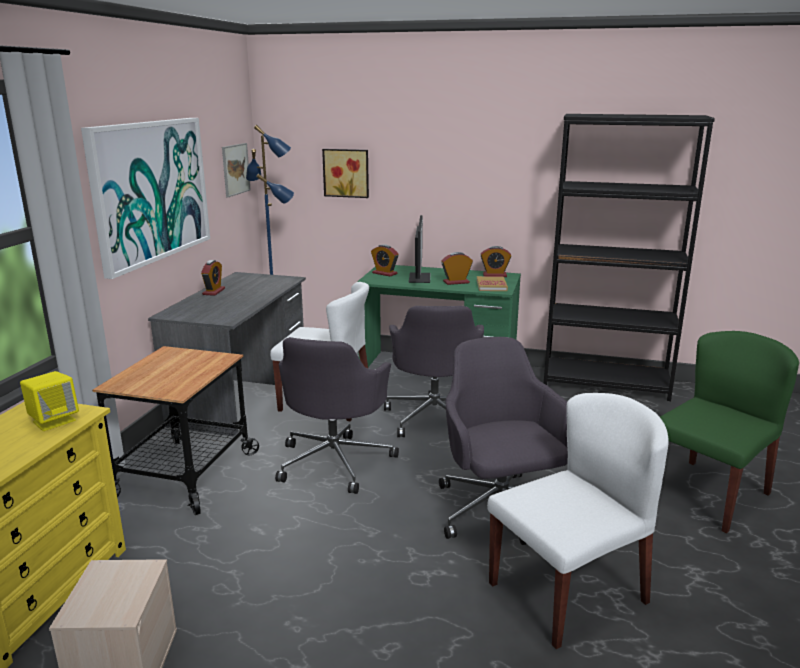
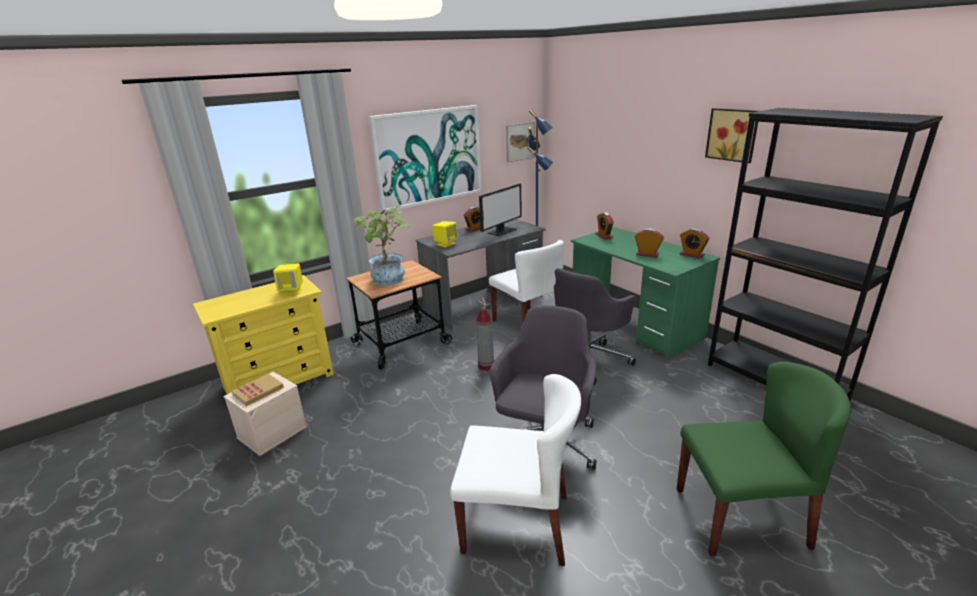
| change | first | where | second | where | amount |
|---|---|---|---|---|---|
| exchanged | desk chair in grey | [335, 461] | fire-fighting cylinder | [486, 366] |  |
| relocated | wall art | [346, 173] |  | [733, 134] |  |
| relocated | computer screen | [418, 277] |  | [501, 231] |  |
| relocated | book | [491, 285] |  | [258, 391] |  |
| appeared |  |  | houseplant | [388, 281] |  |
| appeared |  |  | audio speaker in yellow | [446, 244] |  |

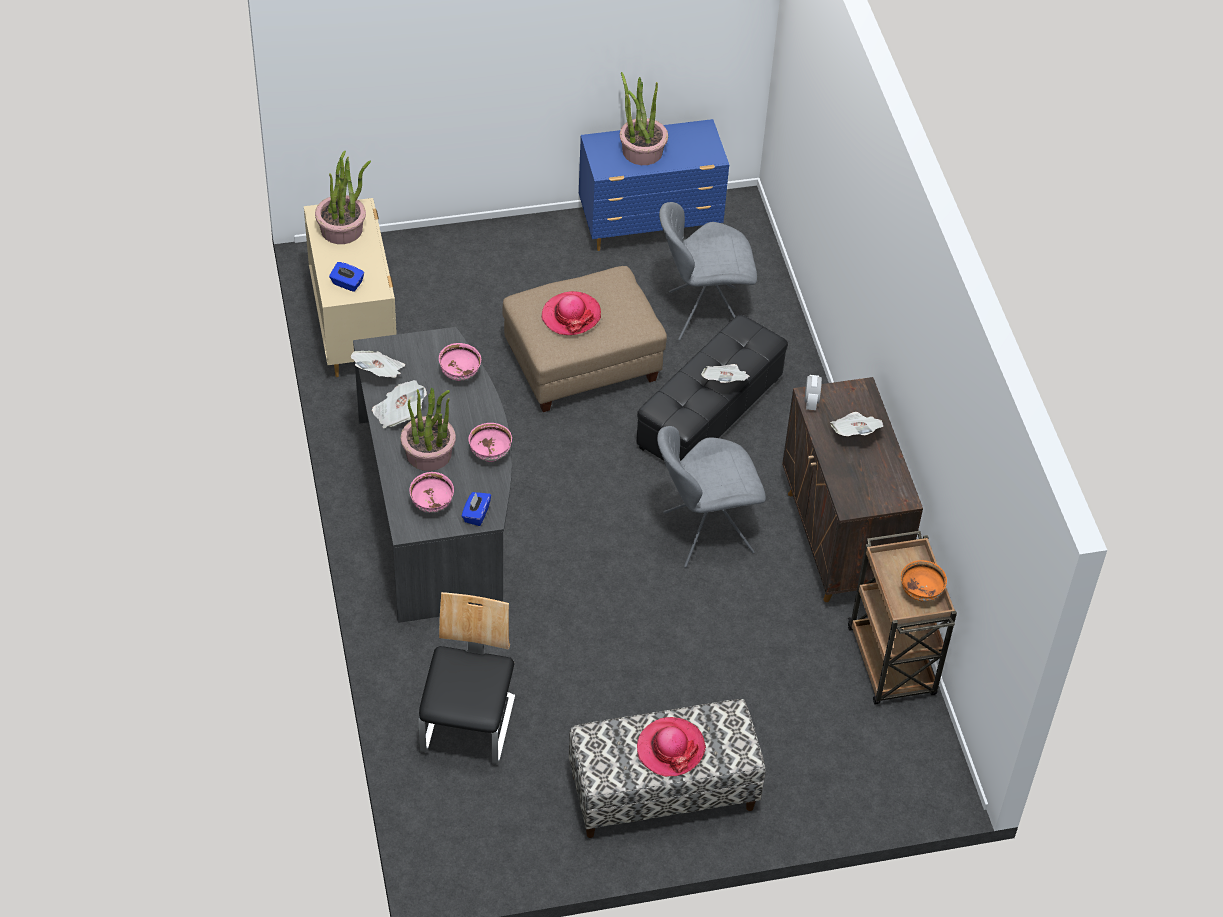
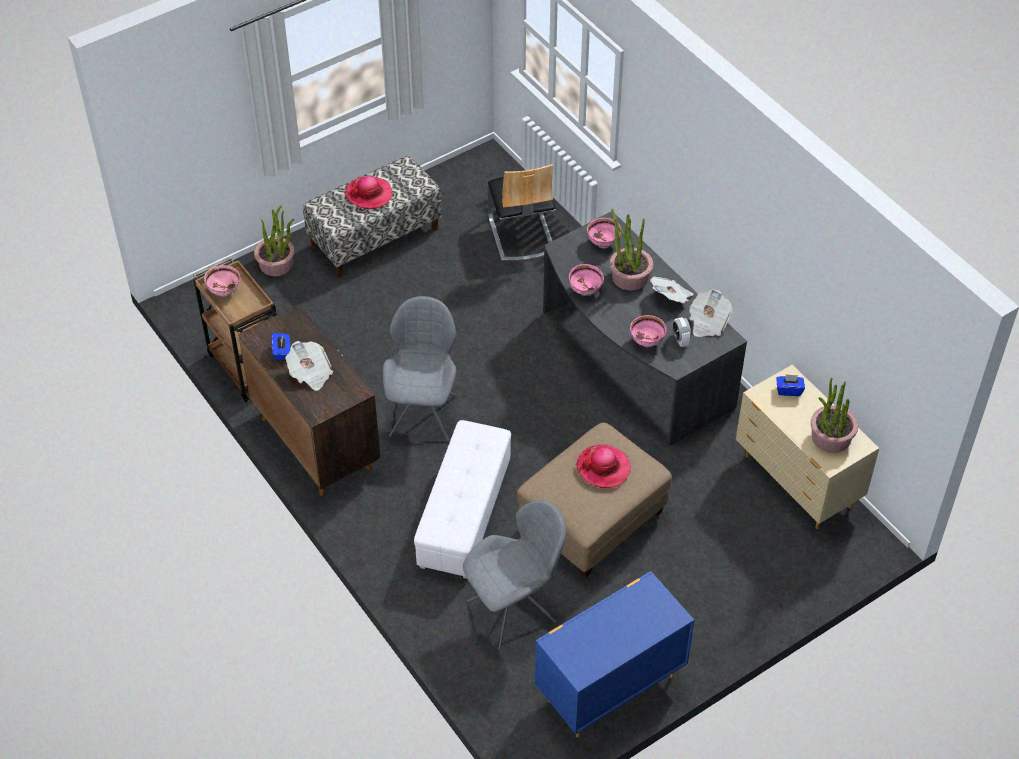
| change | first | where | second | where | amount |
|---|---|---|---|---|---|
| relocated | tissue box in blue-coloured | [476, 514] |  | [282, 352] |  |
| relocated | houseplant | [642, 151] |  | [276, 264] |  |
| colour | footrest in black-coloured | [709, 412] | footrest in whitish | [465, 515] |  |
| spun | chair in grey | [704, 533] |  | [424, 413] | 45 degrees counterclockwise |
| missing | newspaper | [724, 382] |  |  |  |
| relocated | bedside clock | [811, 402] |  | [680, 340] |  |
| colour | serving bowl in orange | [920, 594] | serving bowl in pinkish | [224, 291] |  |

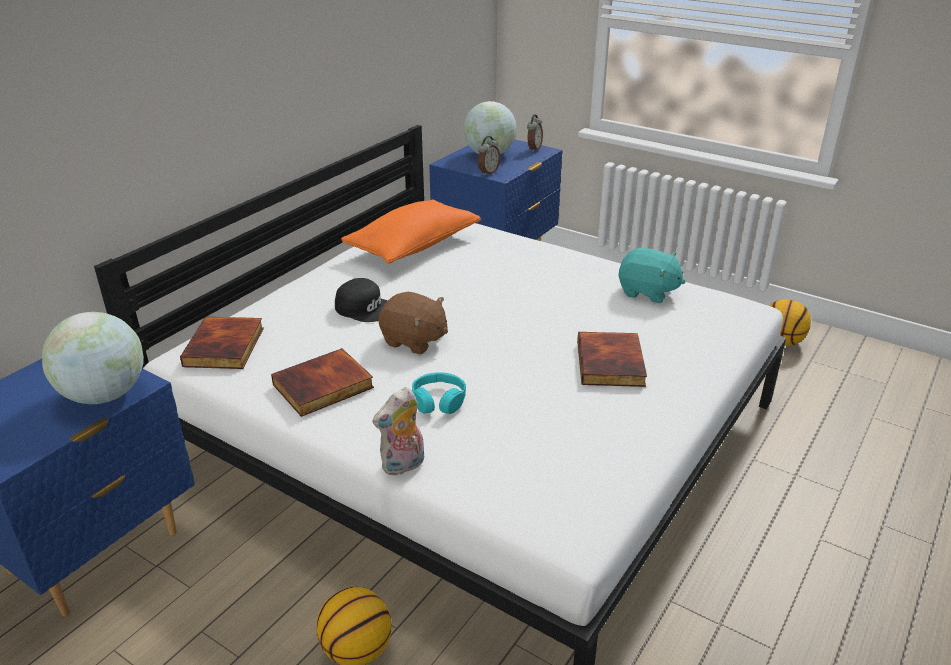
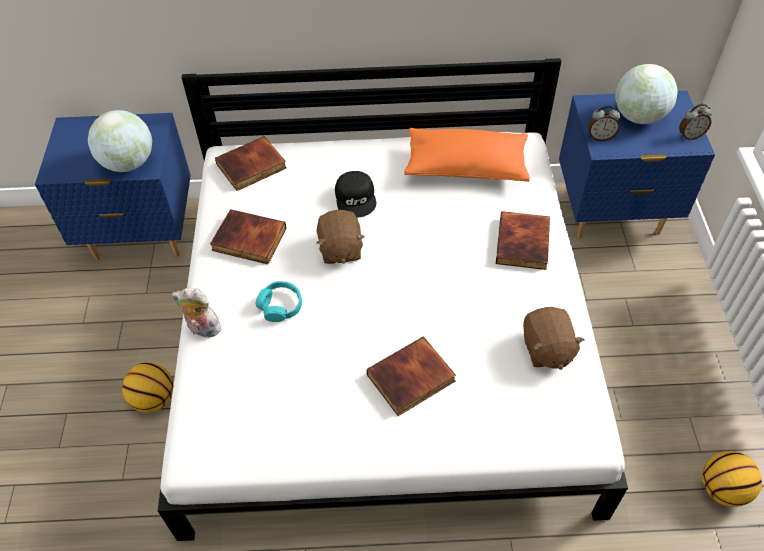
| change | first | where | second | where | amount |
|---|---|---|---|---|---|
| colour | soft toy in turquoise-coloured | [647, 292] | soft toy in brown | [546, 349] |  |
| appeared |  |  | book | [524, 243] |  |

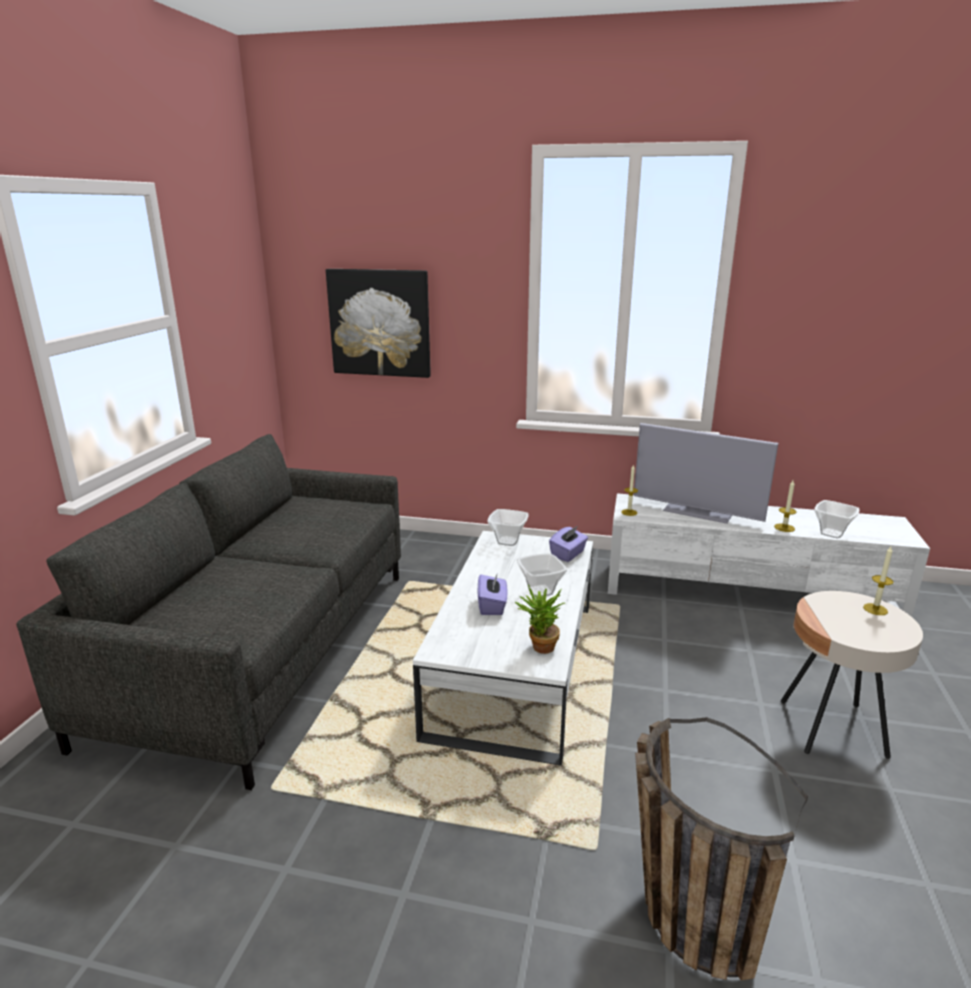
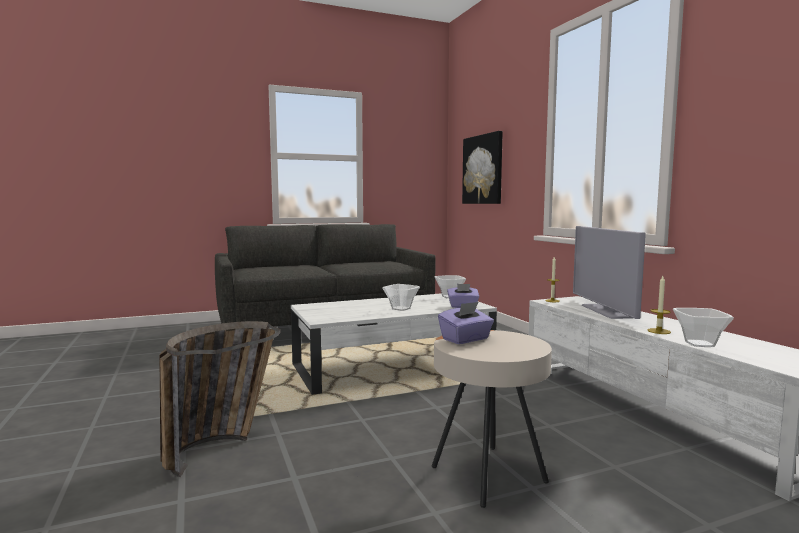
| change | first | where | second | where | amount |
|---|---|---|---|---|---|
| relocated | tissue box in purple | [492, 606] |  | [466, 339] |  |
| missing | houseplant | [539, 648] |  |  |  |
| missing | wax light | [875, 609] |  |  |  |

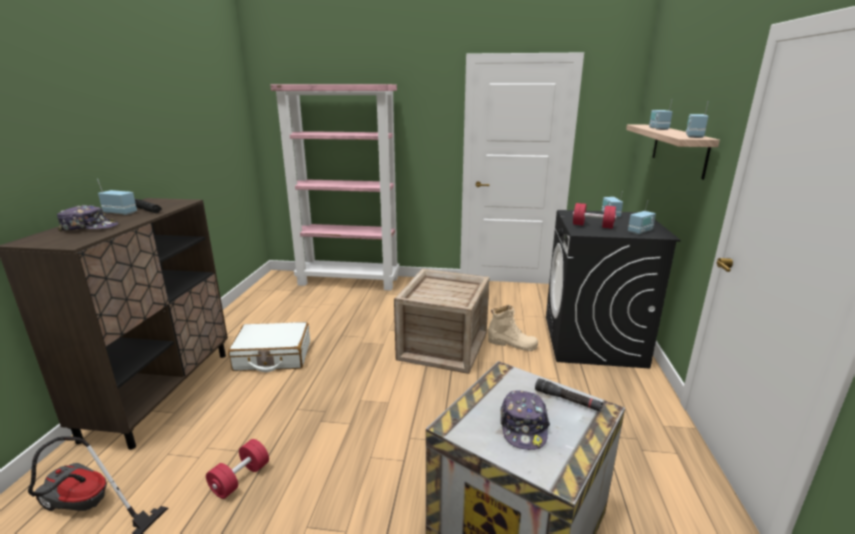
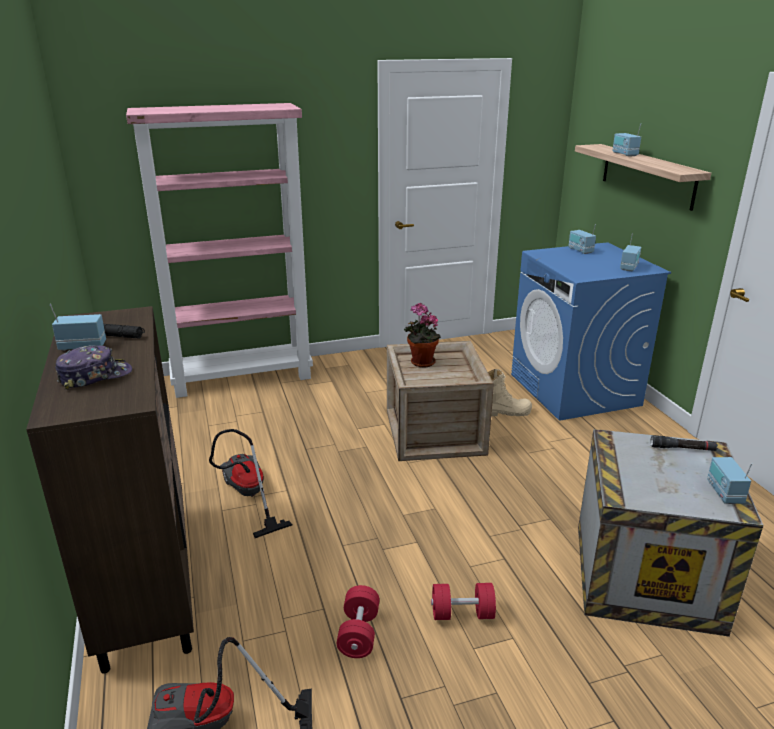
| change | first | where | second | where | amount |
|---|---|---|---|---|---|
| exchanged | piece of luggage in whitish | [273, 356] | vacuum cleaner | [247, 496] |  |
| missing | peaked cap | [523, 427] |  |  |  |
| colour | laundry appliance in black-coloured | [593, 341] | laundry appliance in blue-coloured | [574, 390] |  |
| relocated | free weight in reddish | [592, 226] |  | [462, 613] |  |
| relocated | radio receiver | [693, 136] |  | [724, 493] |  |
| appeared |  |  | houseplant | [420, 363] |  |

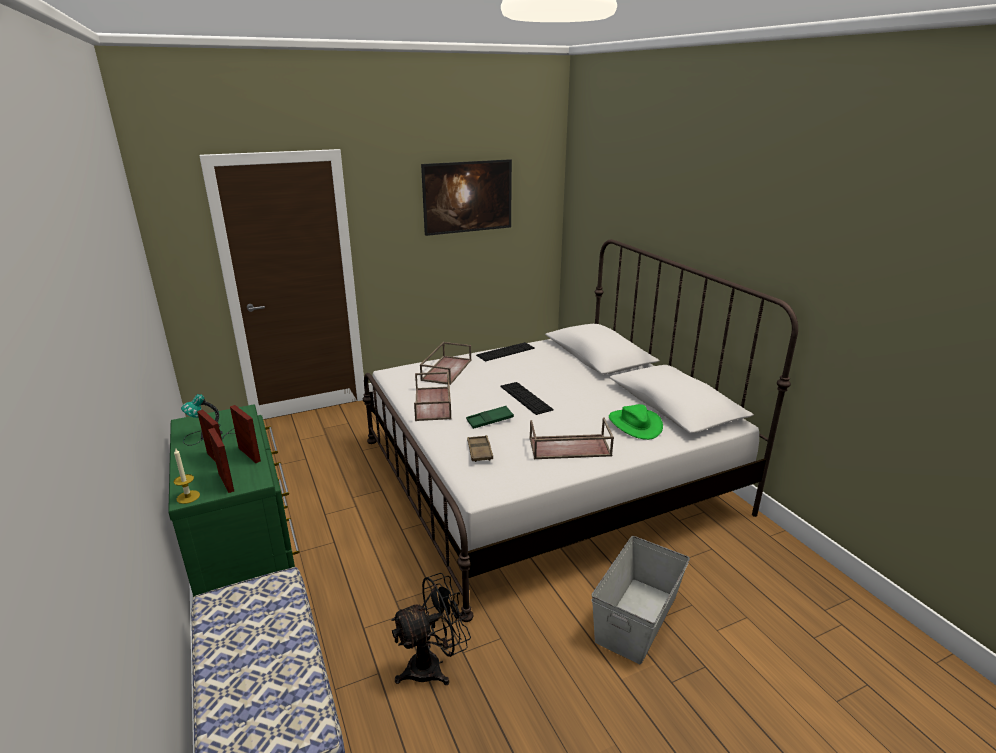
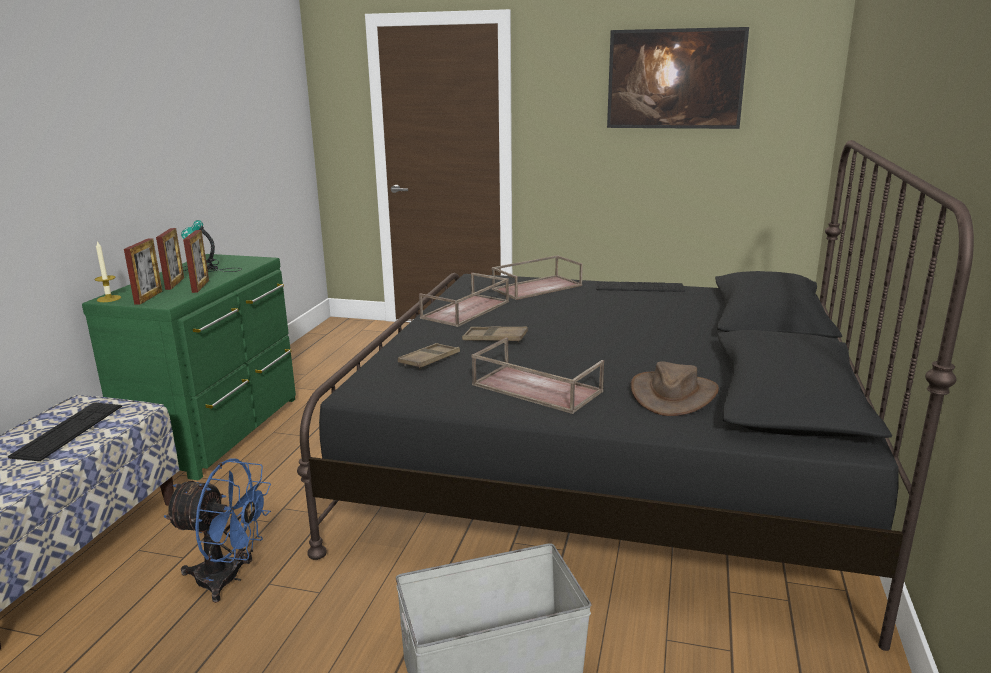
| change | first | where | second | where | amount |
|---|---|---|---|---|---|
| colour | bed in whitish | [546, 475] | bed in black-coloured | [607, 463] |  |
| colour | fan in black-coloured | [433, 666] | fan in blue-coloured | [228, 579] |  |
| colour | serving tray in green-coloured | [490, 420] | serving tray in brown | [495, 339] |  |
| relocated | computer keyboard | [526, 398] |  | [69, 430] |  |
| colour | wearable hat in green-coloured | [634, 424] | wearable hat in brown | [673, 394] |  |

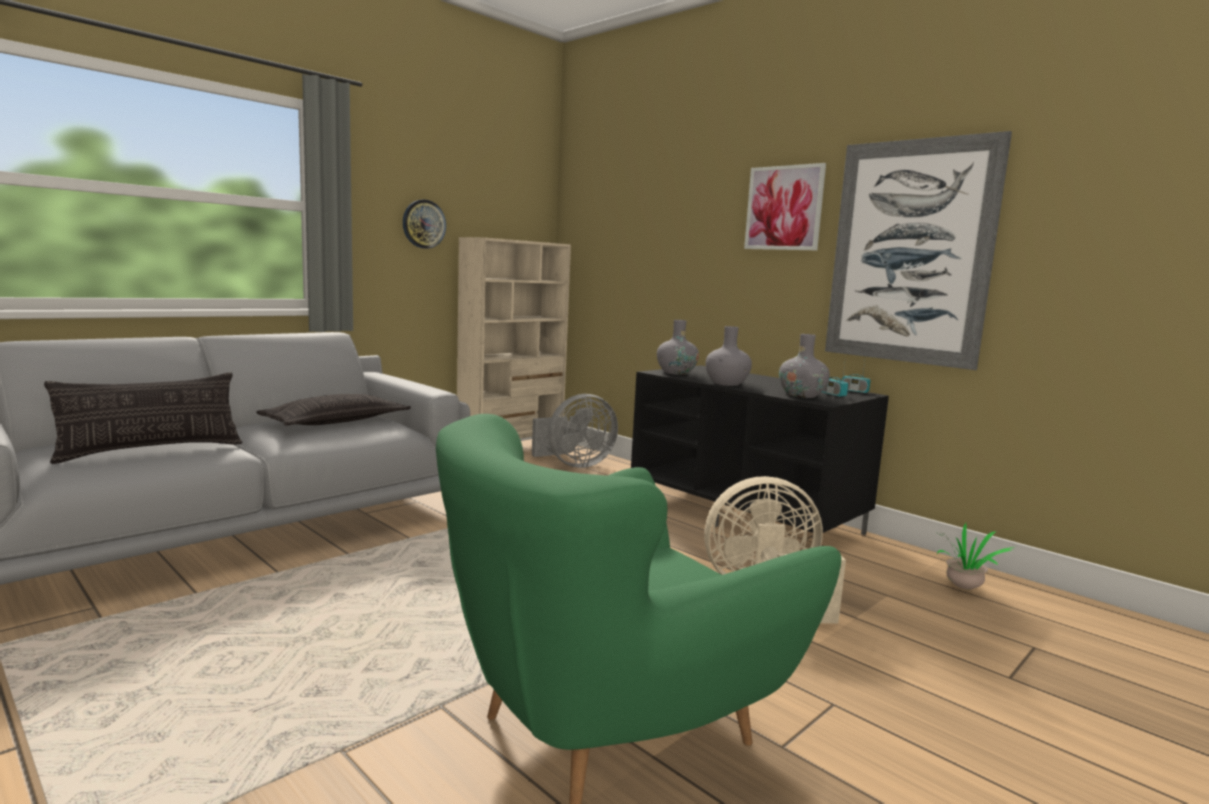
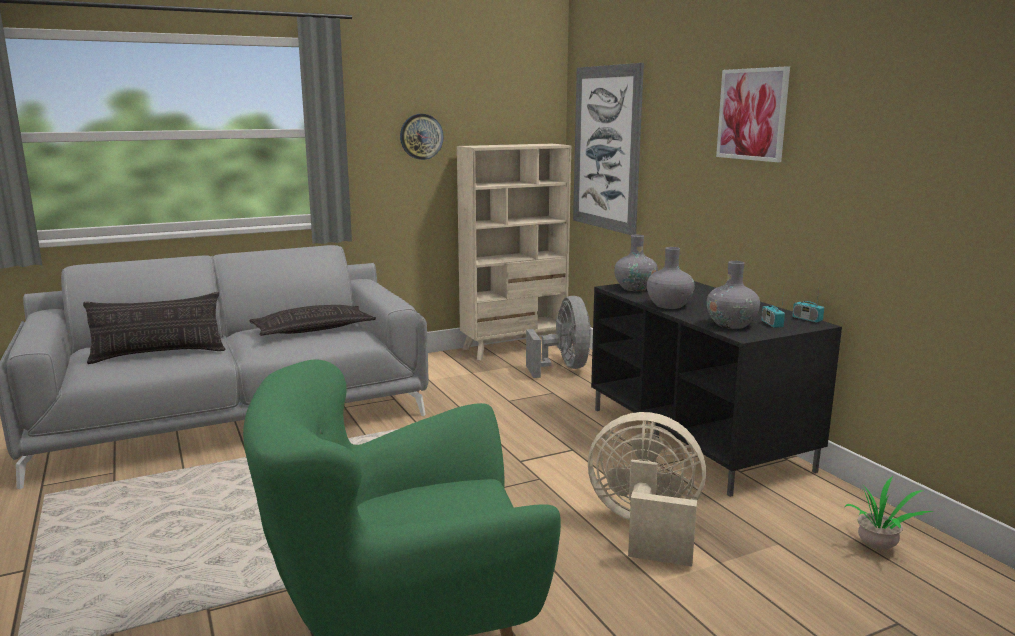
| change | first | where | second | where | amount |
|---|---|---|---|---|---|
| spun | fan in grey | [574, 464] |  | [564, 368] | 90 degrees counterclockwise |
| relocated | wall art | [909, 252] |  | [606, 148] |  |

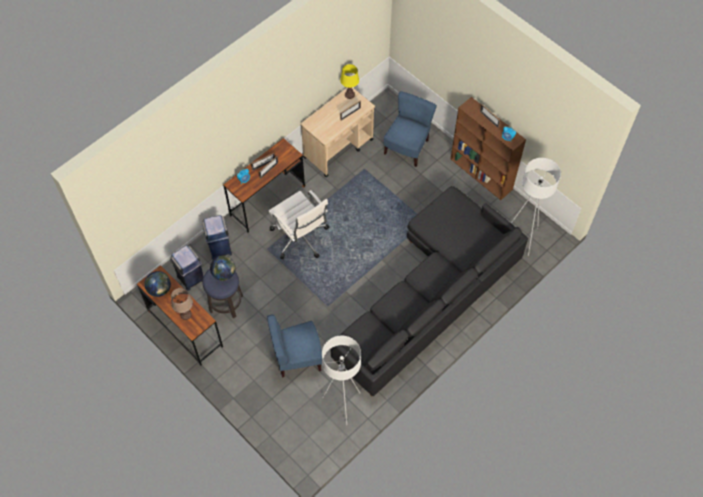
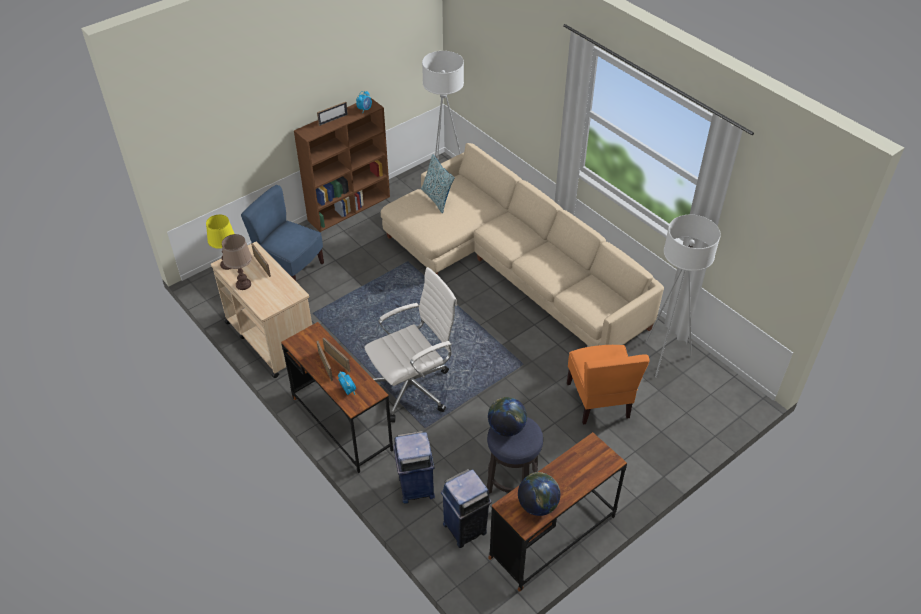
| change | first | where | second | where | amount |
|---|---|---|---|---|---|
| relocated | tabletop lamp in brown | [186, 314] |  | [243, 284] |  |
| colour | chair in blue-coloured | [297, 357] | chair in orange | [599, 400] |  |
| colour | sofa in black-coloured | [430, 294] | sofa in beige-coloured | [511, 266] |  |
| appeared |  |  | throw pillow | [437, 199] |  |

